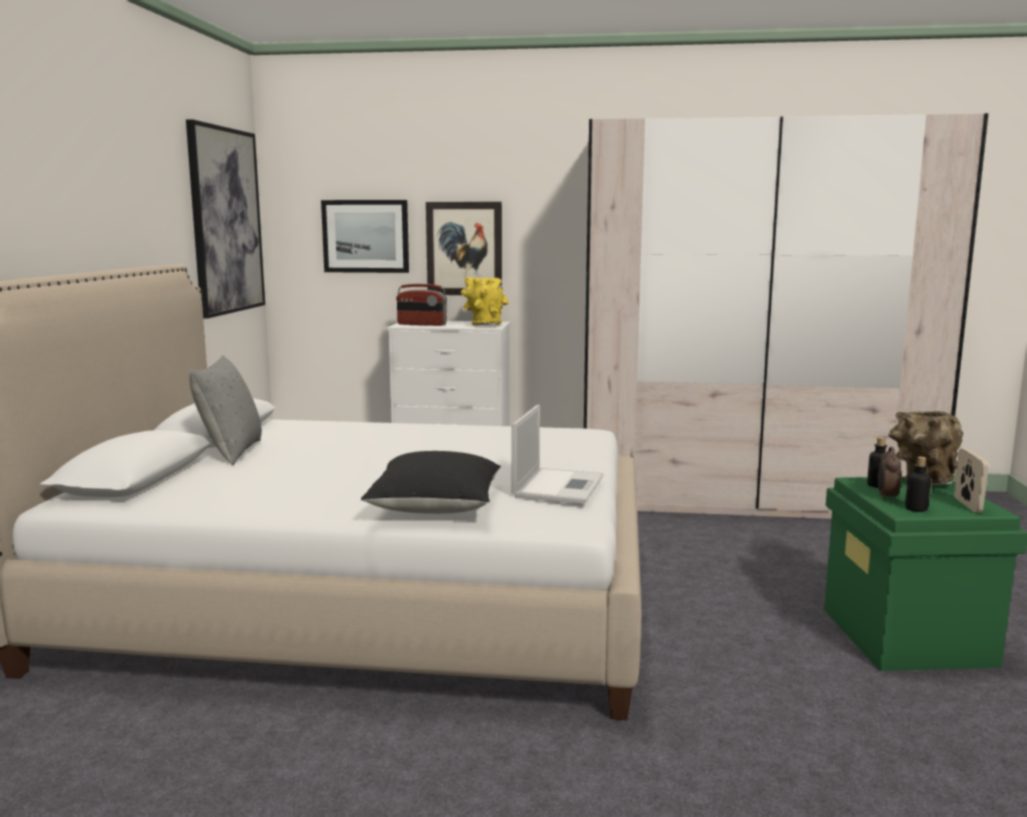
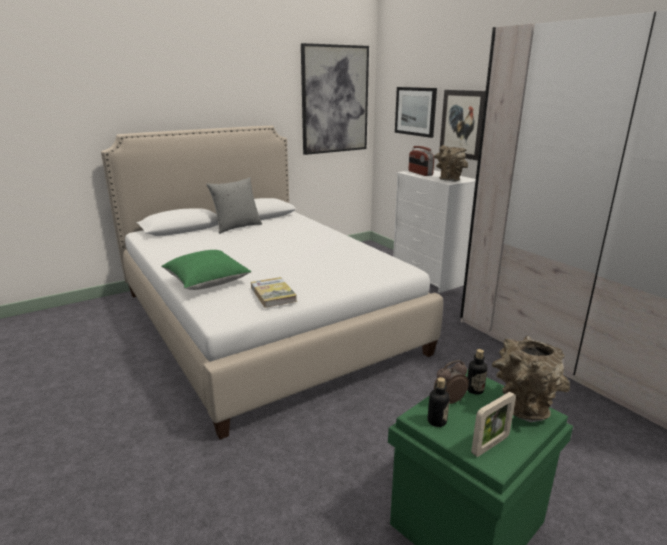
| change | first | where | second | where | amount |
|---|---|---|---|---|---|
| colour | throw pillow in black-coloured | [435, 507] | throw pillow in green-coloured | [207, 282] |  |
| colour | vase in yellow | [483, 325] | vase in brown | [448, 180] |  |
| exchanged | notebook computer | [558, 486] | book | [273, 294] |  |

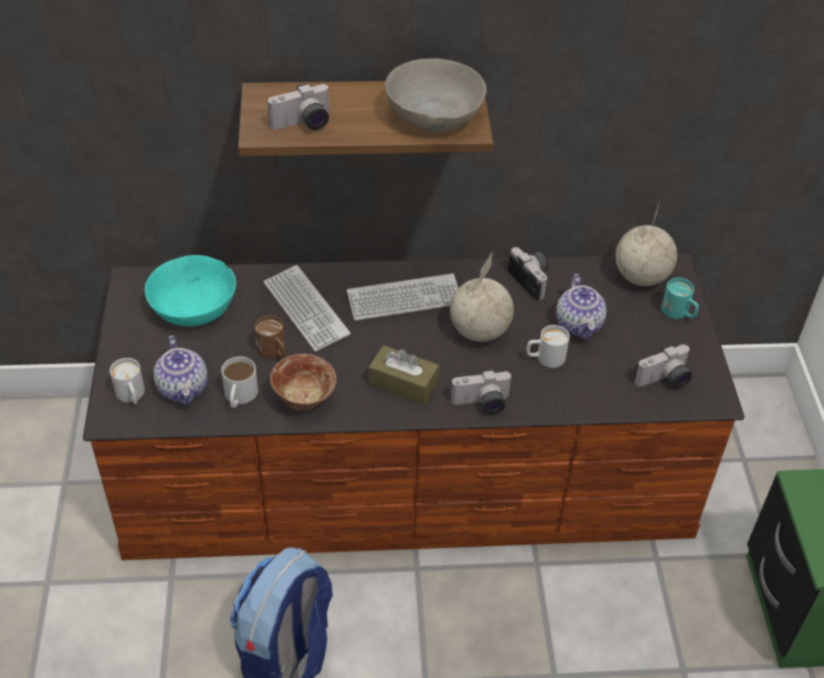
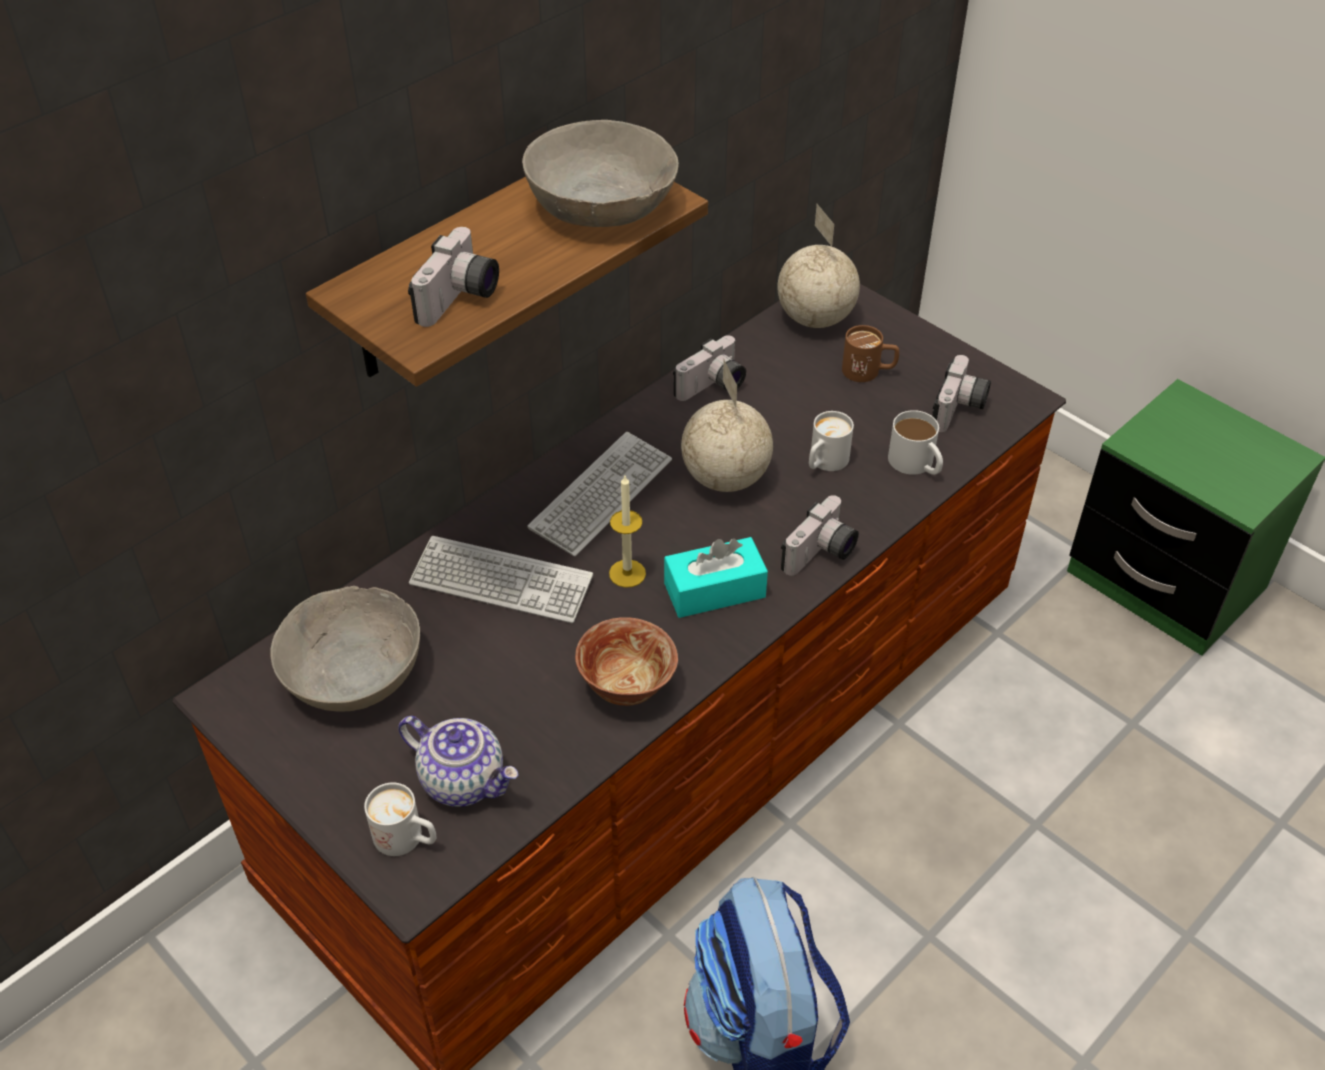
| change | first | where | second | where | amount |
|---|---|---|---|---|---|
| colour | serving bowl in turquoise-coloured | [193, 306] | serving bowl in grey | [352, 672] |  |
| relocated | coffee mug in whitish | [239, 396] |  | [916, 464] |  |
| relocated | coffee mug in brown | [274, 352] |  | [868, 371] |  |
| colour | tissue box in brown | [403, 383] | tissue box in turquoise-coloured | [714, 590] |  |
| spun | still camera | [532, 280] |  | [713, 387] | 120 degrees clockwise |
| missing | tea pot | [579, 324] |  |  |  |
| missing | coffee mug in turquoise-coloured | [679, 313] |  |  |  |
| appeared |  |  | wax light | [627, 573] |  |

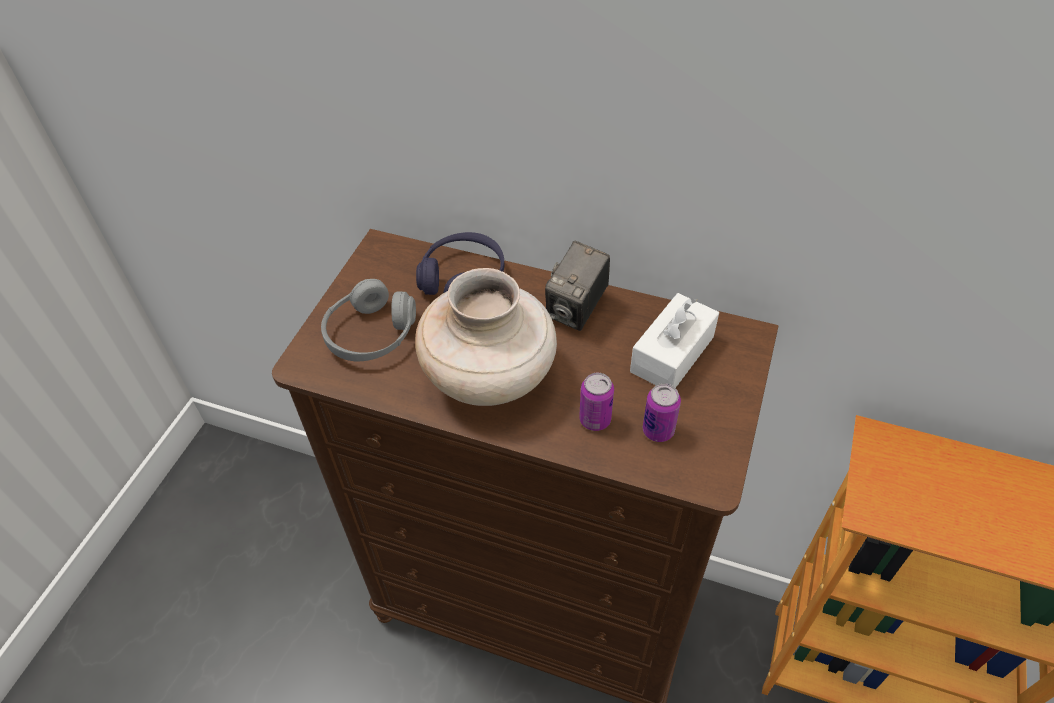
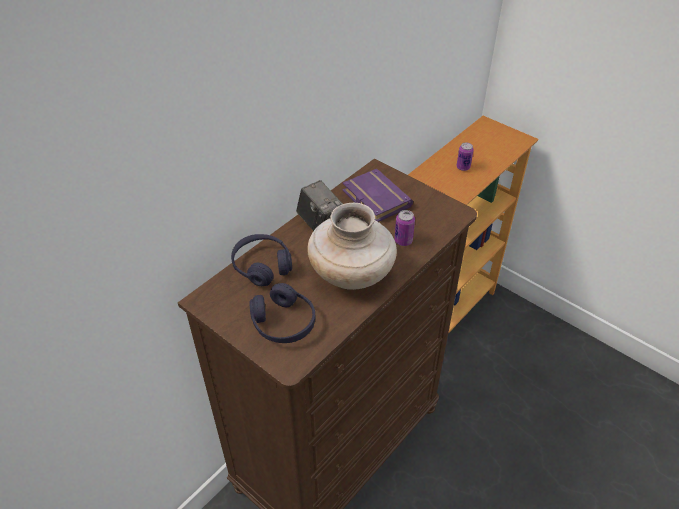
| change | first | where | second | where | amount |
|---|---|---|---|---|---|
| colour | headset in grey | [371, 334] | headset in purple | [283, 322] |  |
| exchanged | tissue box in whitish | [672, 354] | book in purple | [374, 199] |  |
| relocated | sealed can | [658, 430] |  | [463, 167] |  |

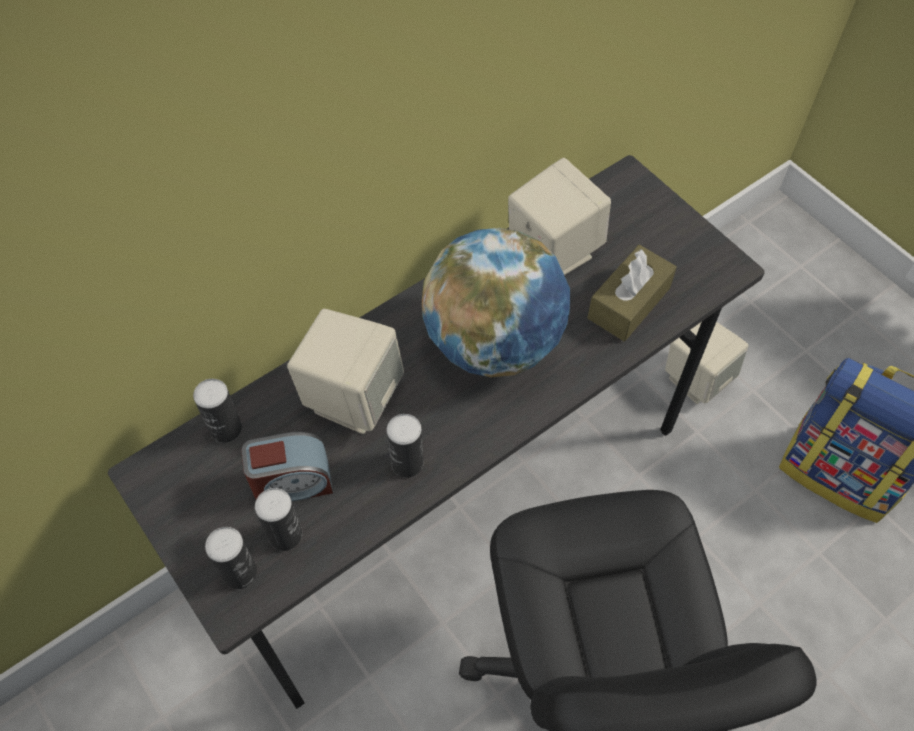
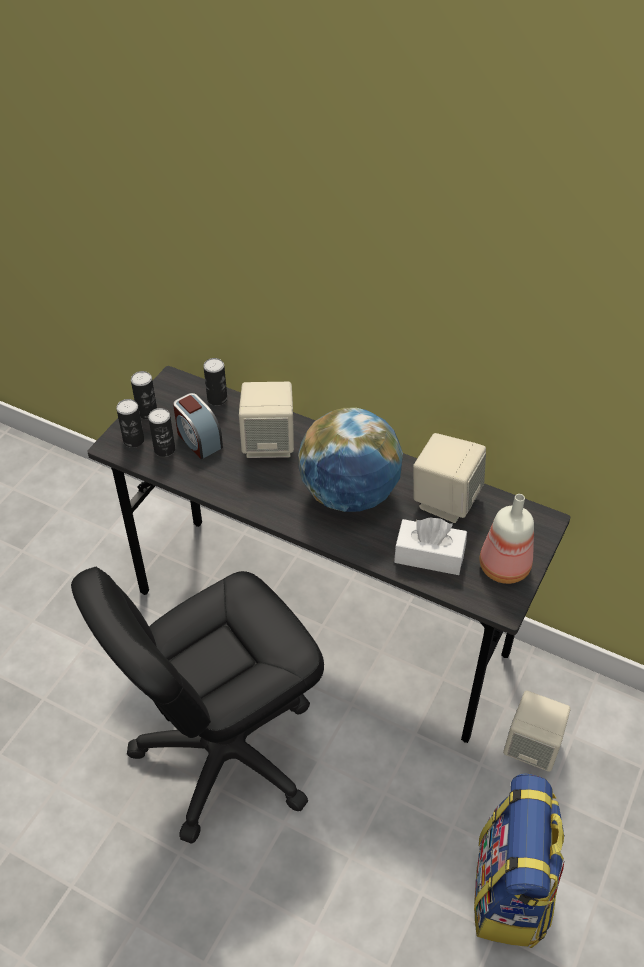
| change | first | where | second | where | amount |
|---|---|---|---|---|---|
| relocated | sealed can | [407, 463] |  | [147, 412] |  |
| colour | tissue box in brown | [629, 303] | tissue box in whitish | [429, 555] |  |
| appeared |  |  | beverage bottle | [505, 568] |  |

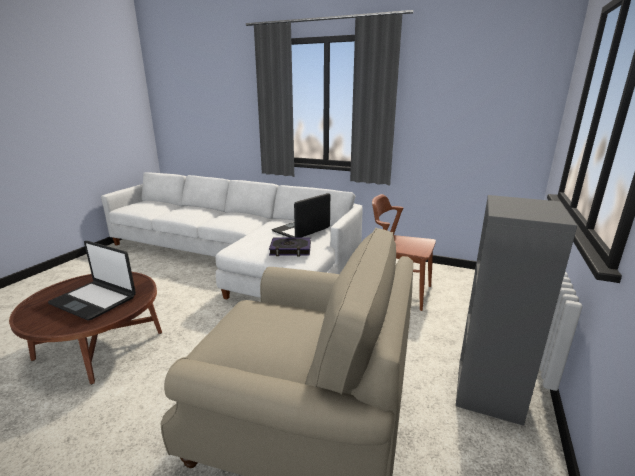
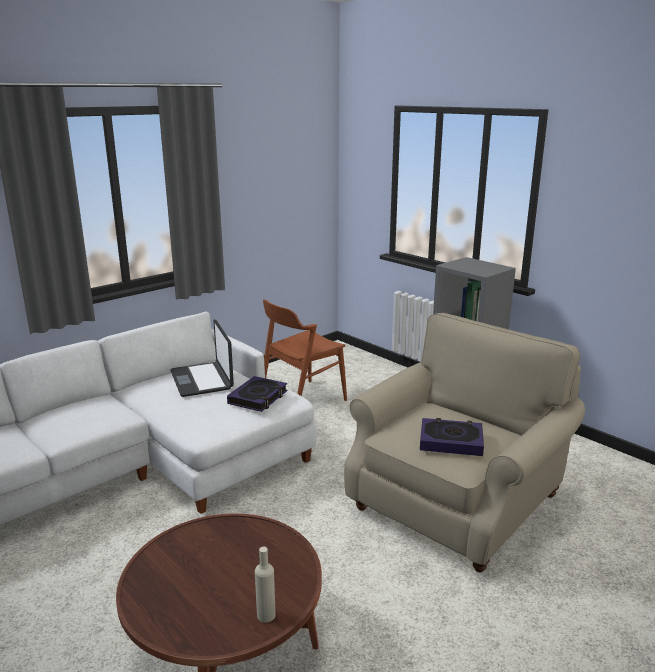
| change | first | where | second | where | amount |
|---|---|---|---|---|---|
| missing | notebook computer | [94, 300] |  |  |  |
| appeared |  |  | beverage bottle in beige-coloured | [266, 615] |  |
| appeared |  |  | book | [451, 441] |  |

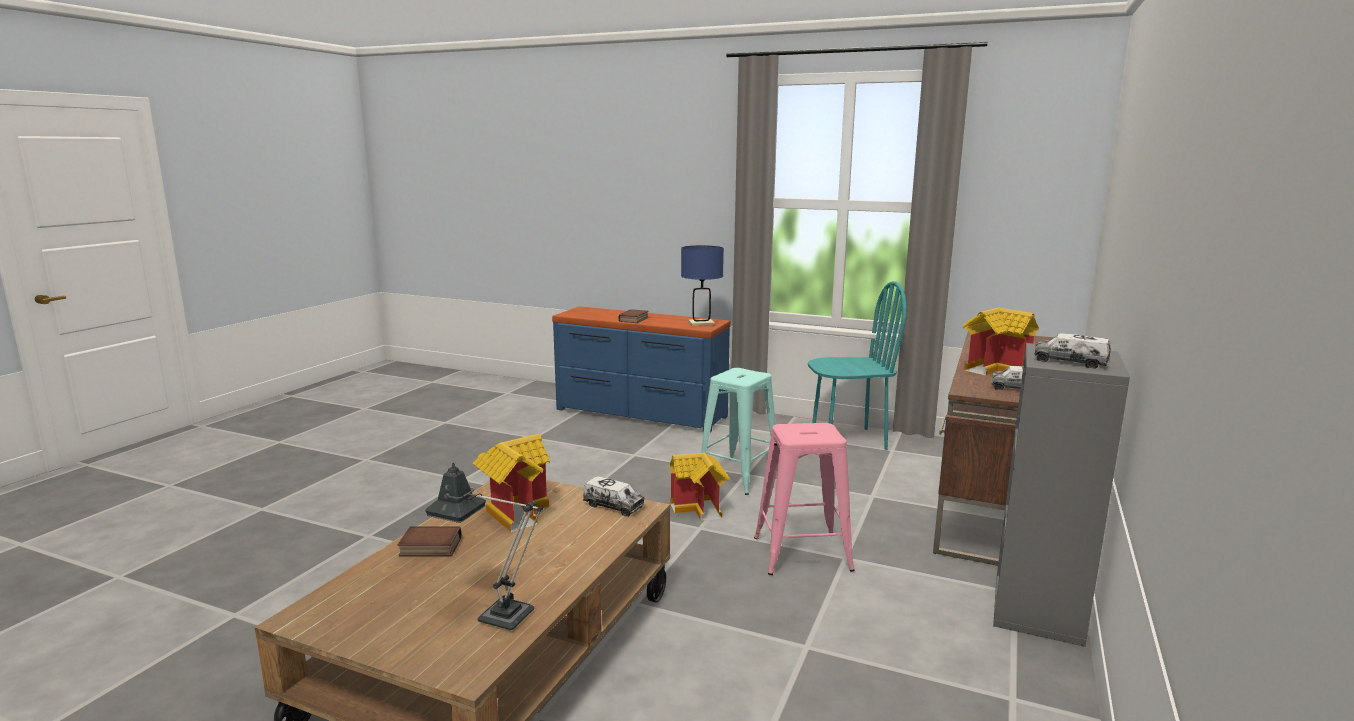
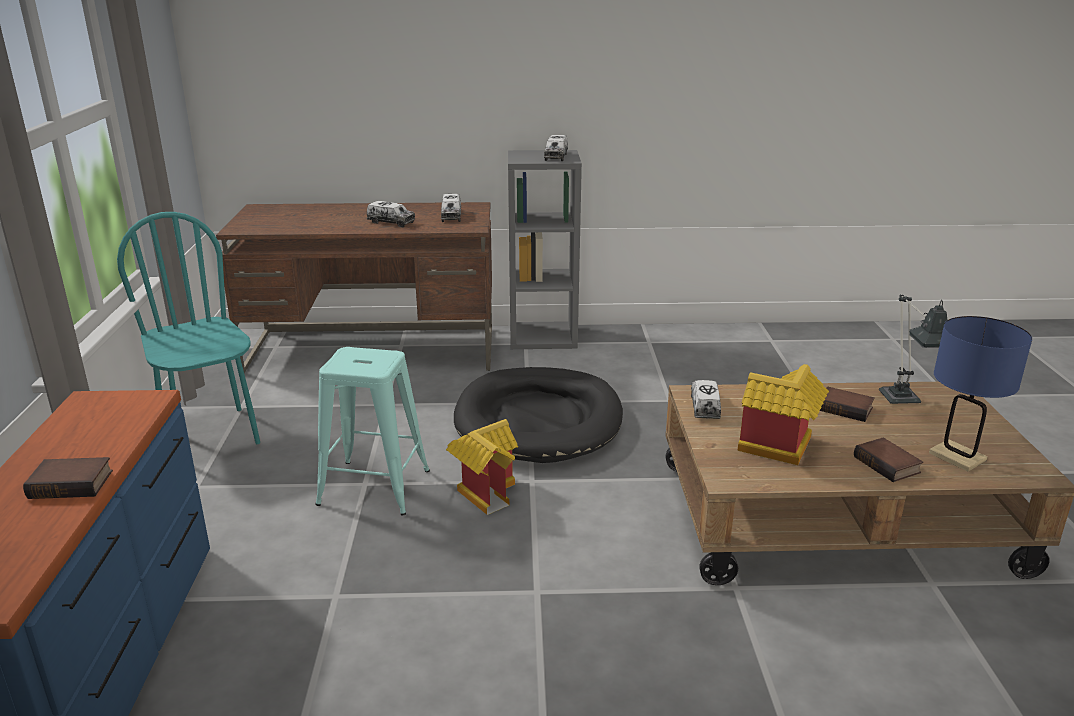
| change | first | where | second | where | amount |
|---|---|---|---|---|---|
| relocated | tabletop lamp in blue-coloured | [701, 323] |  | [957, 457] |  |
| exchanged | stool seat in pinkish | [802, 554] | dog bed in black-coloured | [538, 420] |  |
| exchanged | model house | [996, 369] | model truck | [391, 222] |  |
| appeared |  |  | book | [846, 408] |  |

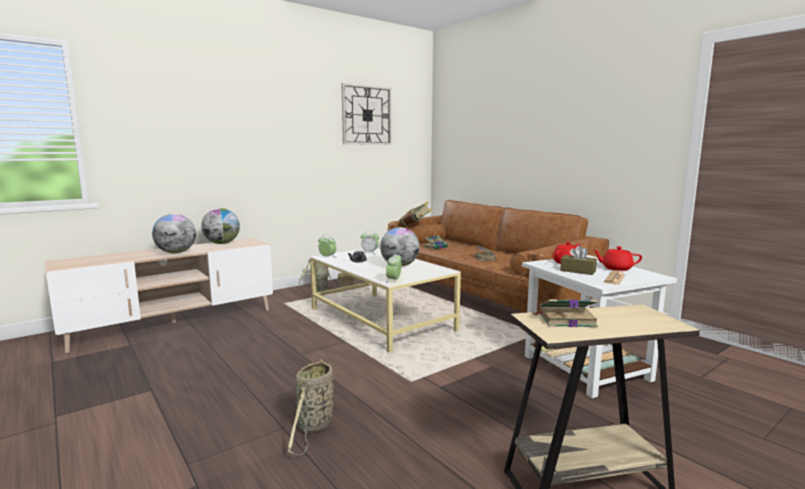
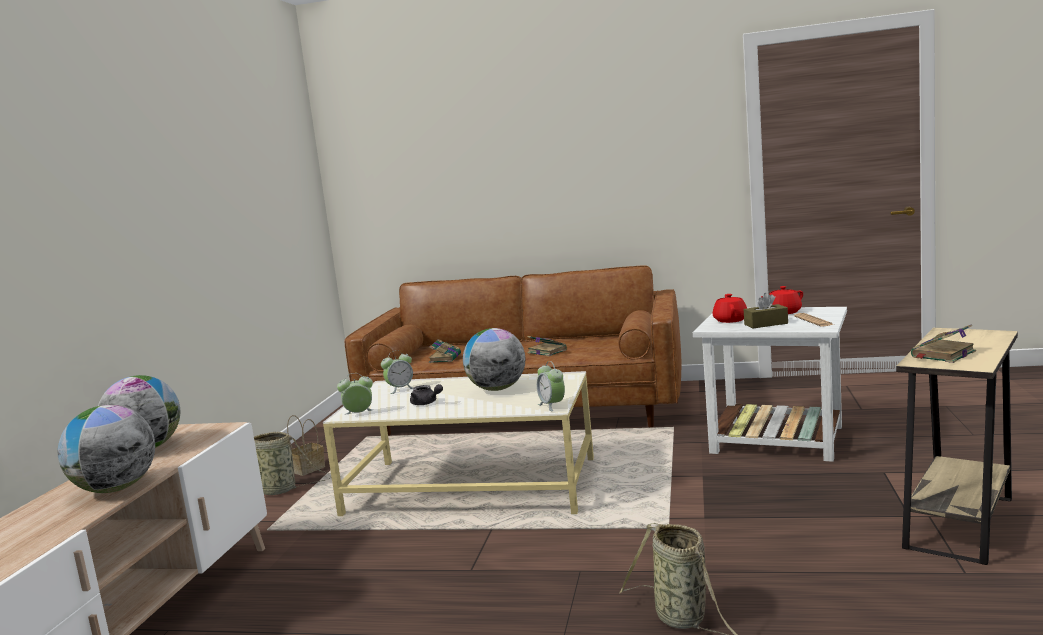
| change | first | where | second | where | amount |
|---|---|---|---|---|---|
| missing | hanging clock | [367, 115] |  |  |  |
| missing | book | [415, 226] |  |  |  |

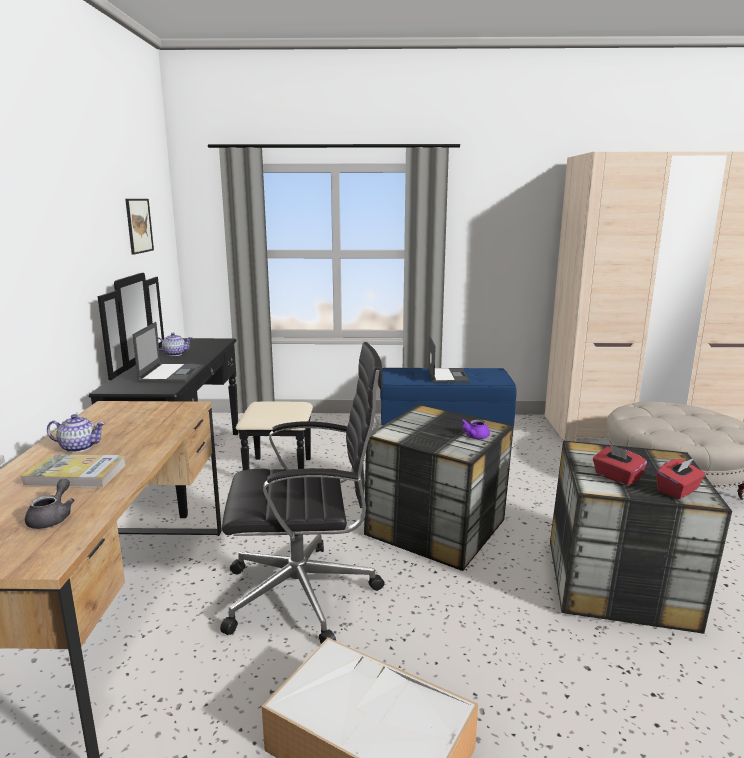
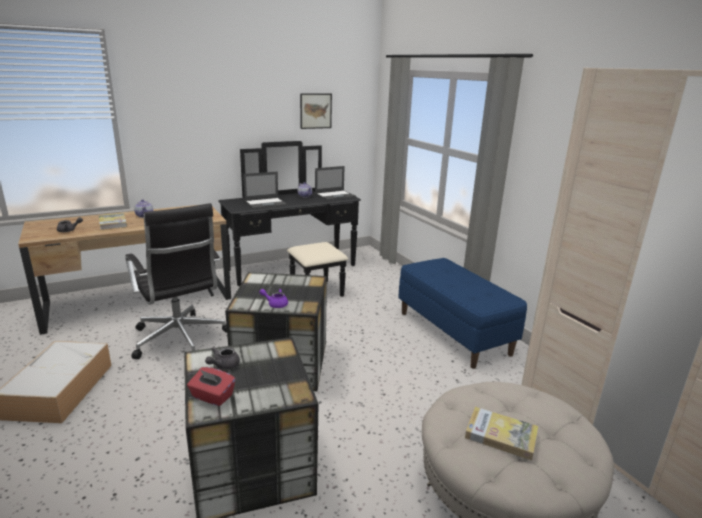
| change | first | where | second | where | amount |
|---|---|---|---|---|---|
| relocated | notebook computer | [447, 376] |  | [335, 195] |  |
| exchanged | tissue box in reddish | [616, 477] | tea pot in grey | [223, 365] |  |
| appeared |  |  | book | [501, 435] |  |

